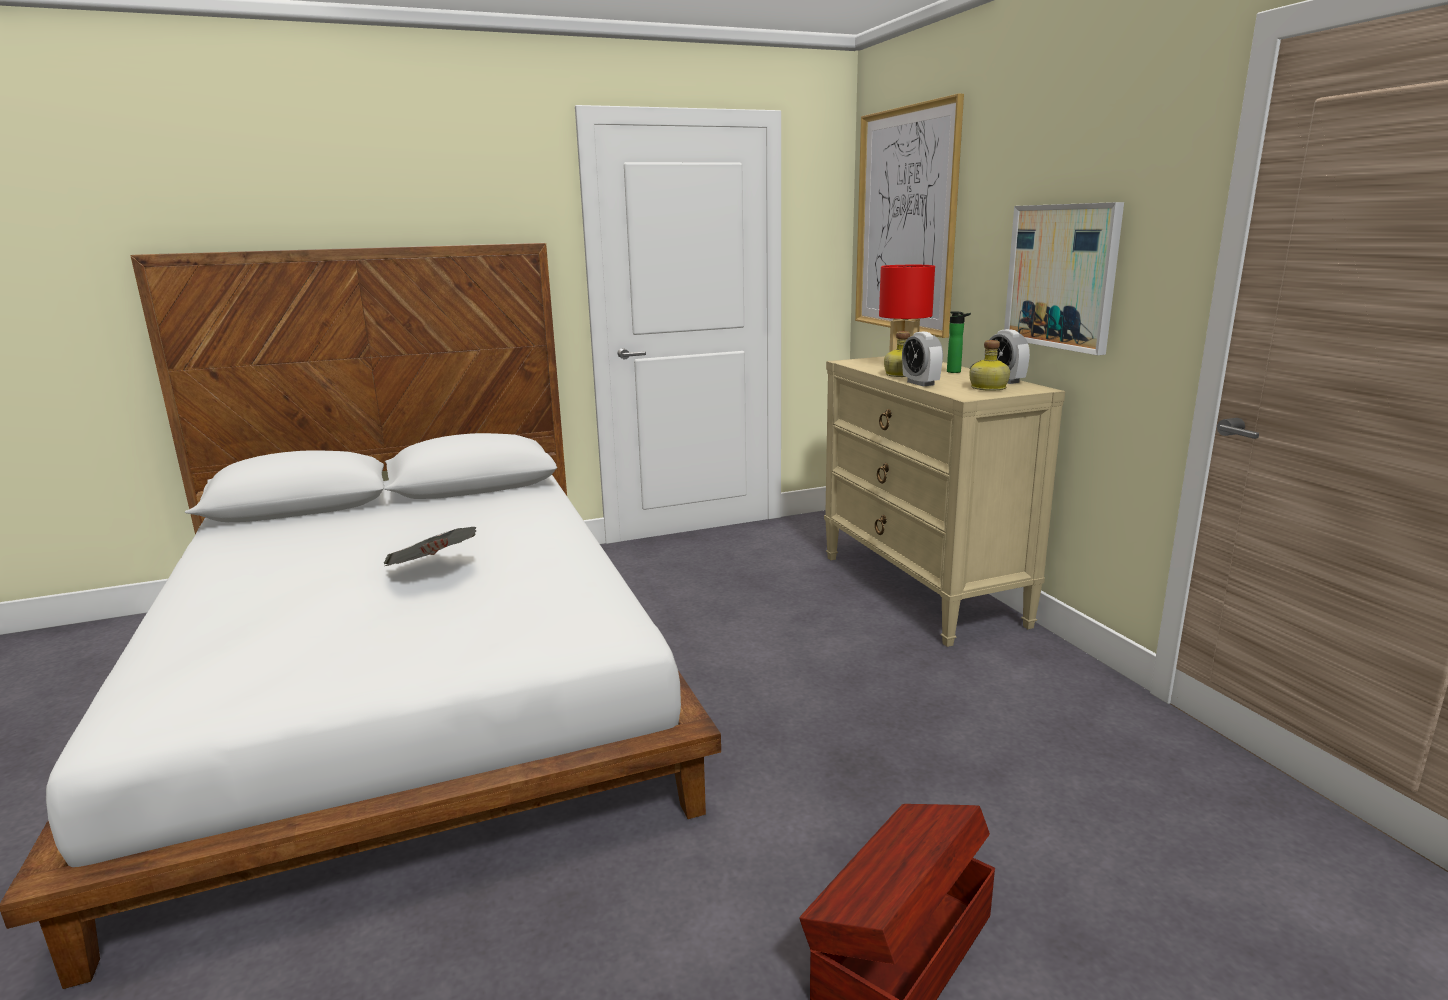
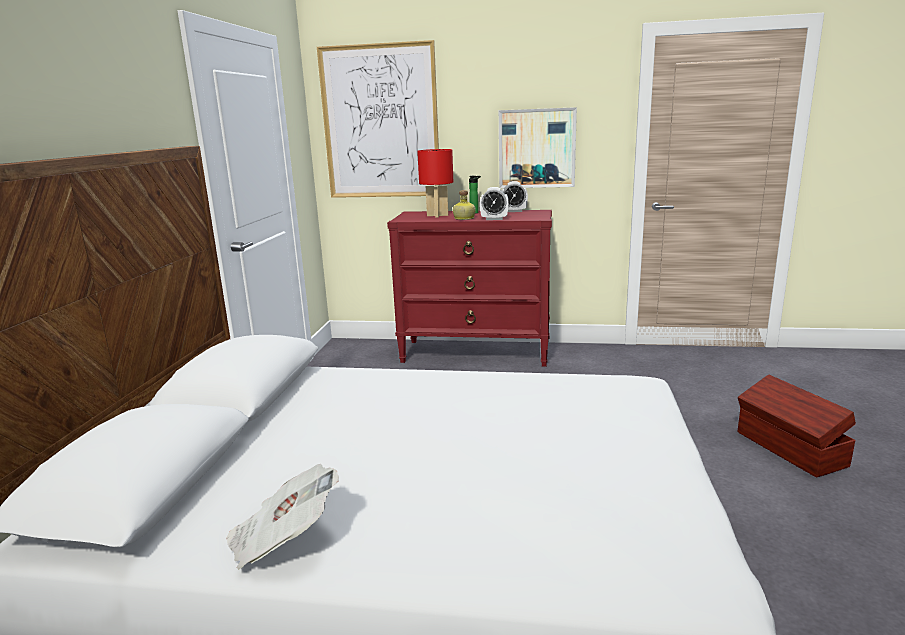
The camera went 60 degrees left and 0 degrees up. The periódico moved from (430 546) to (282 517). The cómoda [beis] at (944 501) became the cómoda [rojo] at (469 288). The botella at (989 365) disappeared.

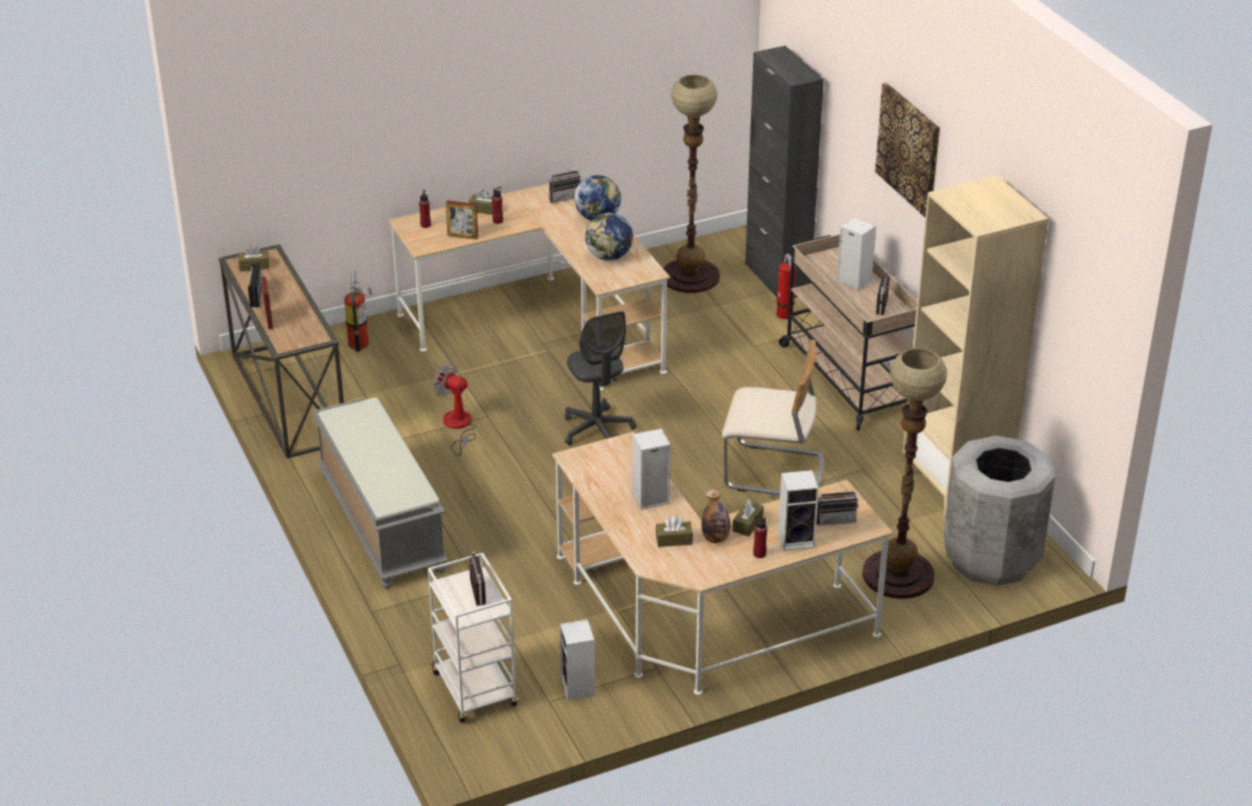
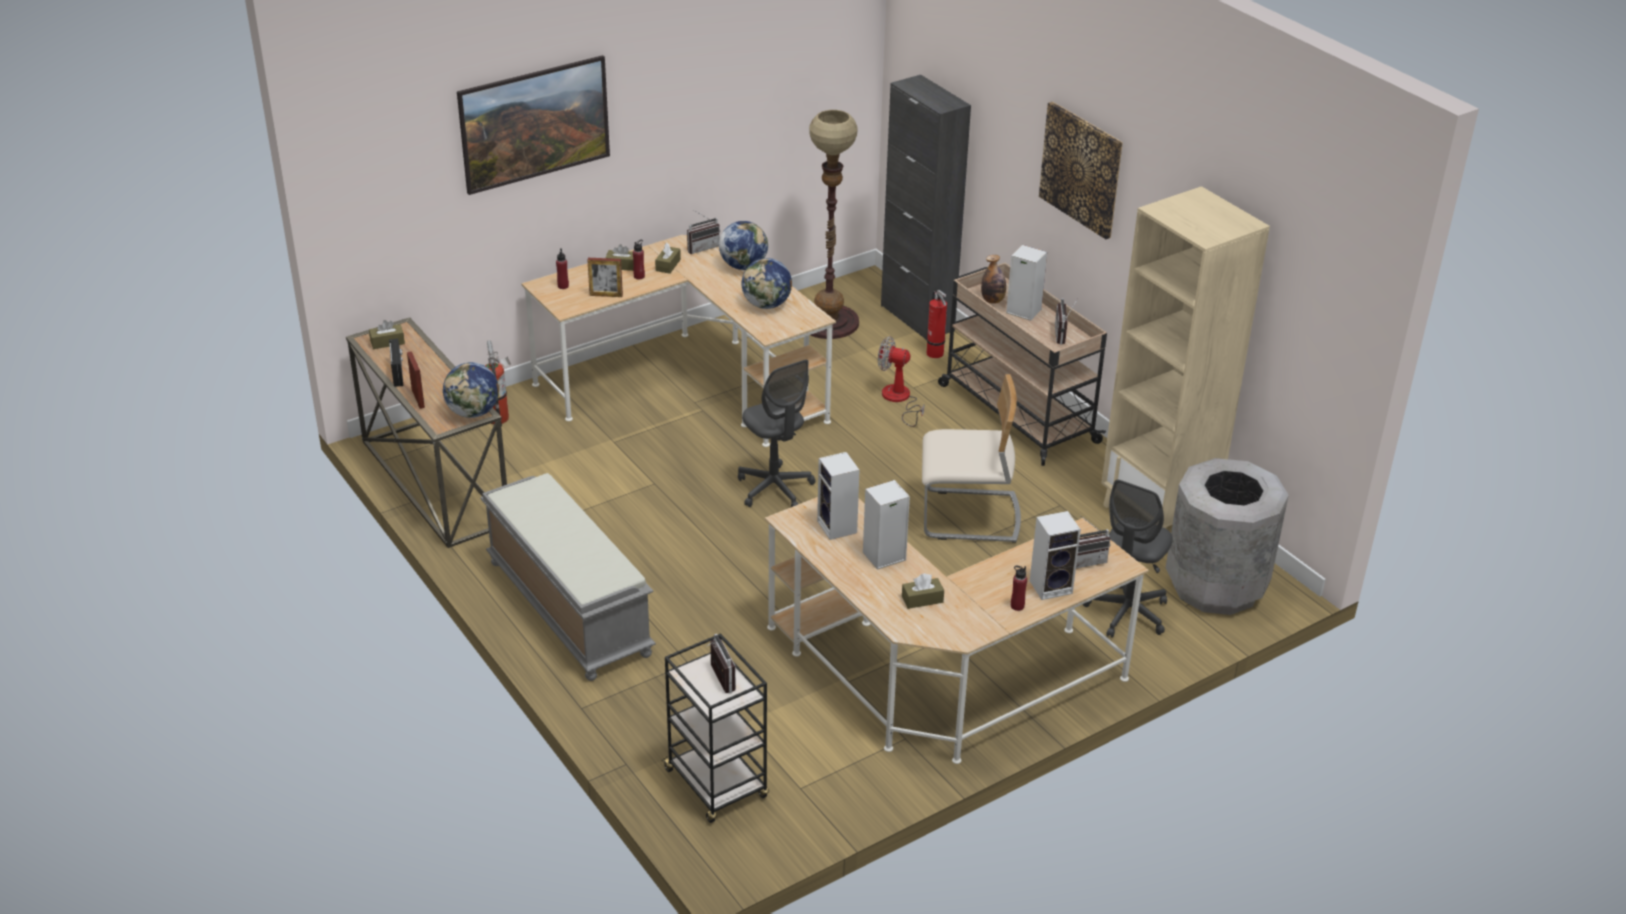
The camera went 10 degrees left and 0 degrees up. The globo terráqueo at (471 390) appeared. The cuadro at (533 125) appeared. The caja de pañuelos [marrón] moved from (748 518) to (668 258). The carrito [blanco] at (473 638) became the carrito [negro] at (715 728). The altavoz moved from (577 660) to (838 496). The ventilador moved from (455 409) to (901 381). The botella moved from (716 516) to (993 279). The lámpara de pie at (904 473) was replaced by the silla de oficina [gris] at (1128 558).

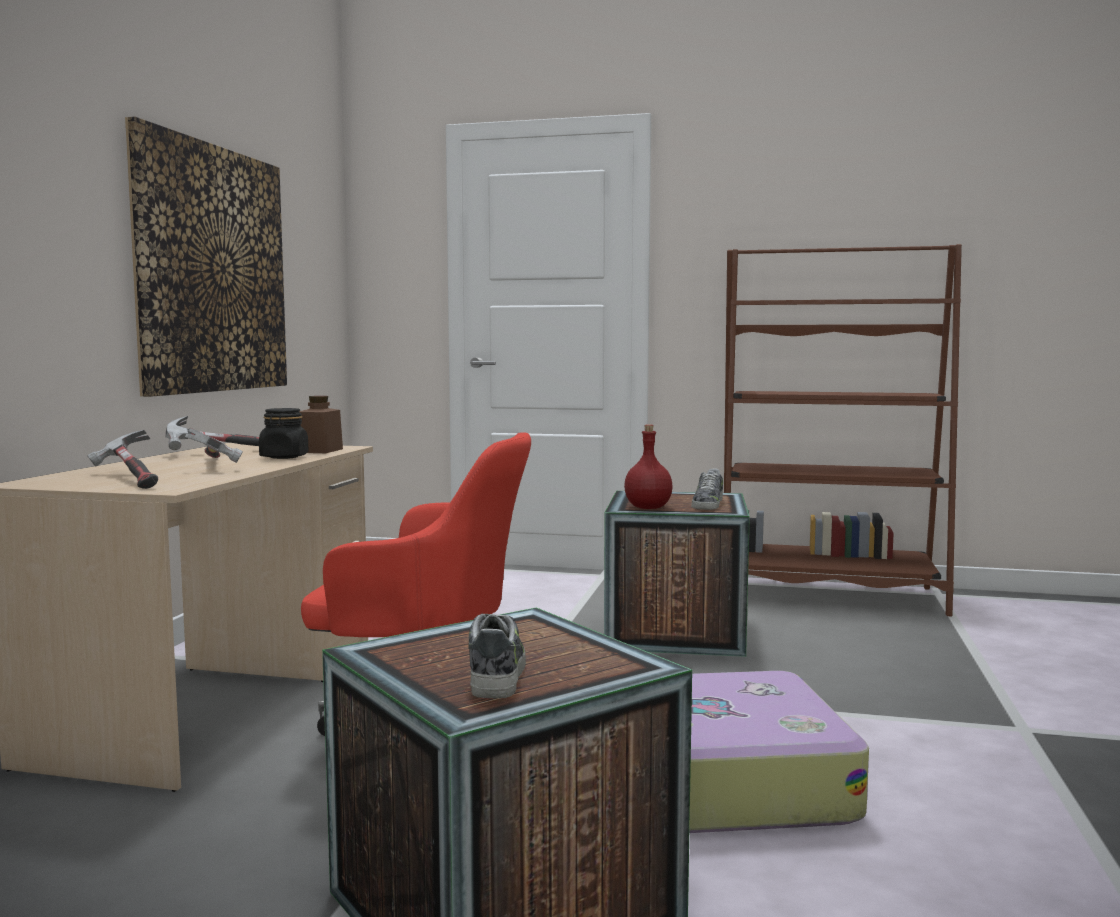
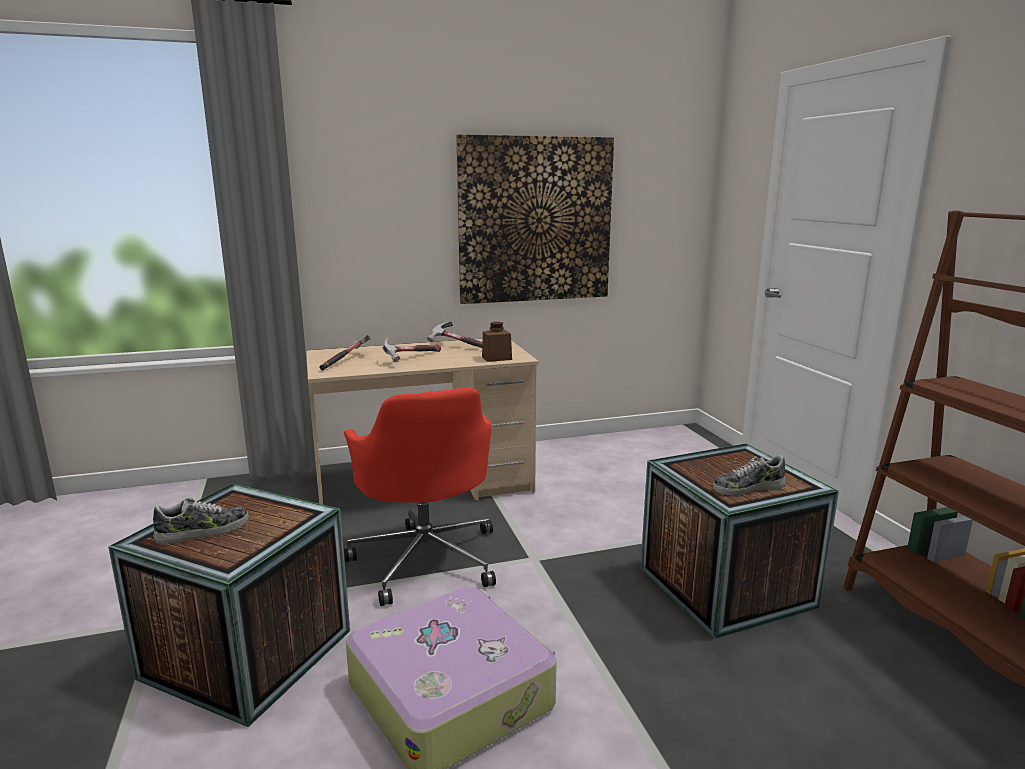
The camera went 60 degrees right and 10 degrees up. The tarro [negro] at (284 433) disappeared. The botella [rojo] at (648 467) disappeared.

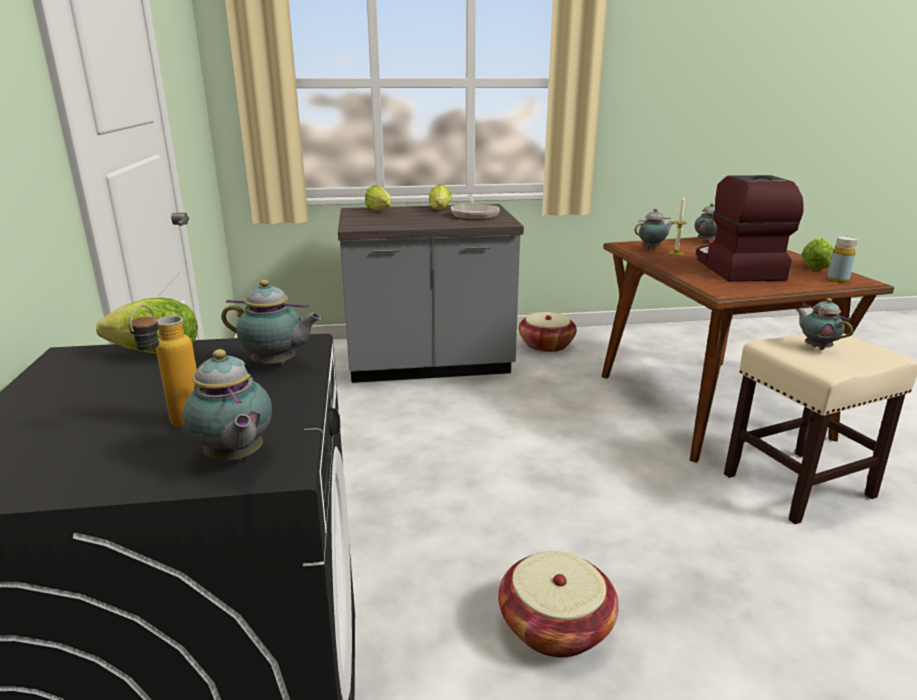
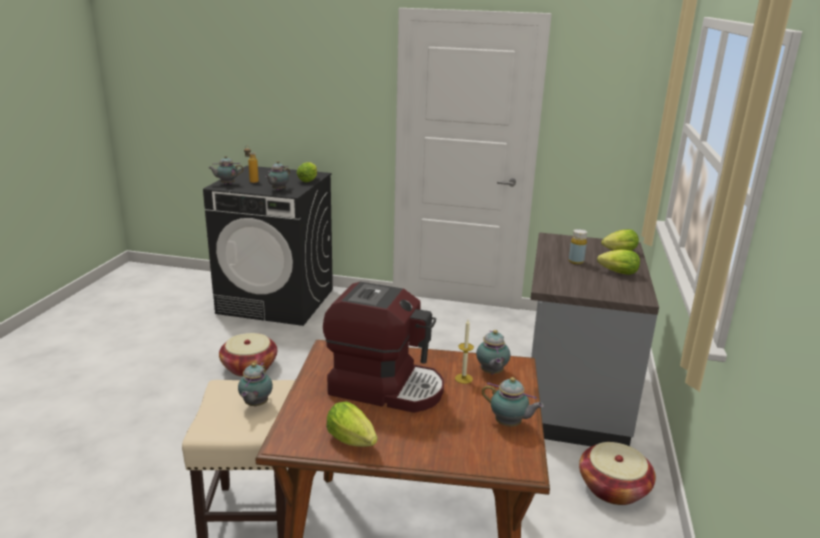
The camera went 110 degrees right and 0 degrees up. The tetera at (824 324) turned 105 degrees clockwise. The botella [amarillo] moved from (842 259) to (578 246). The sartén at (475 207) disappeared.

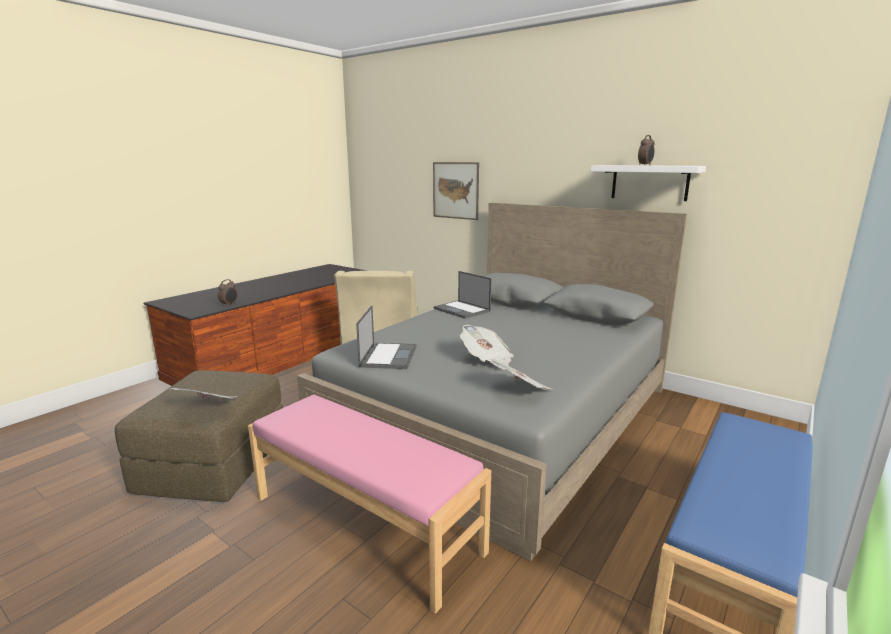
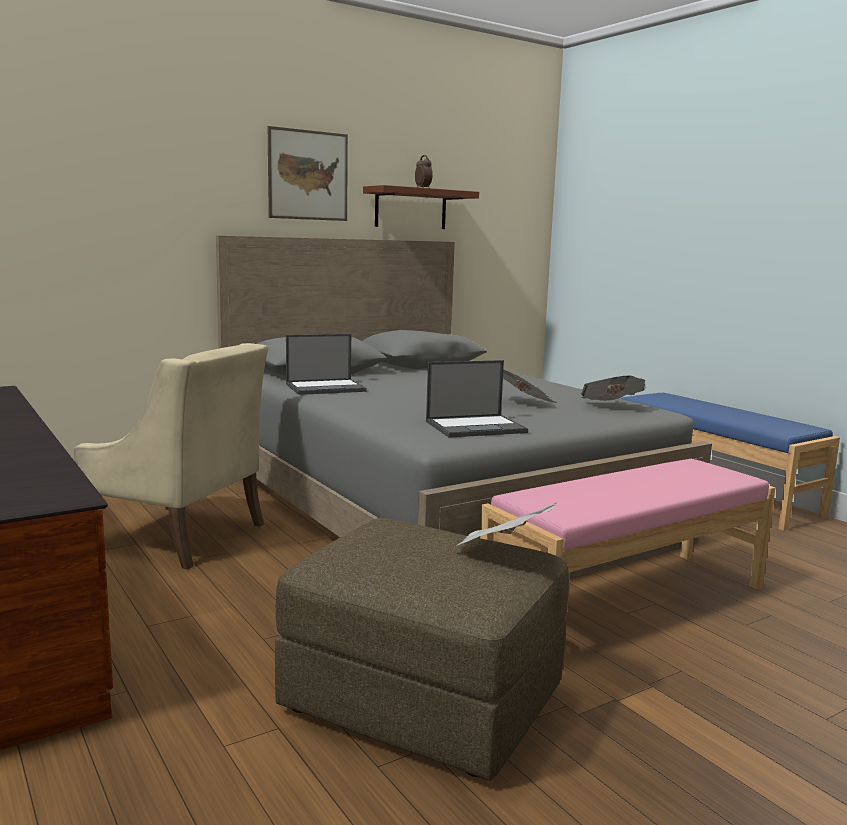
The camera went 70 degrees left and 5 degrees down. The cuadro moved from (456 191) to (308 173). The estante [blanco] at (648 183) became the estante [marrón] at (421 207). The portátil at (386 337) turned 135 degrees clockwise. The despertador at (228 293) disappeared.

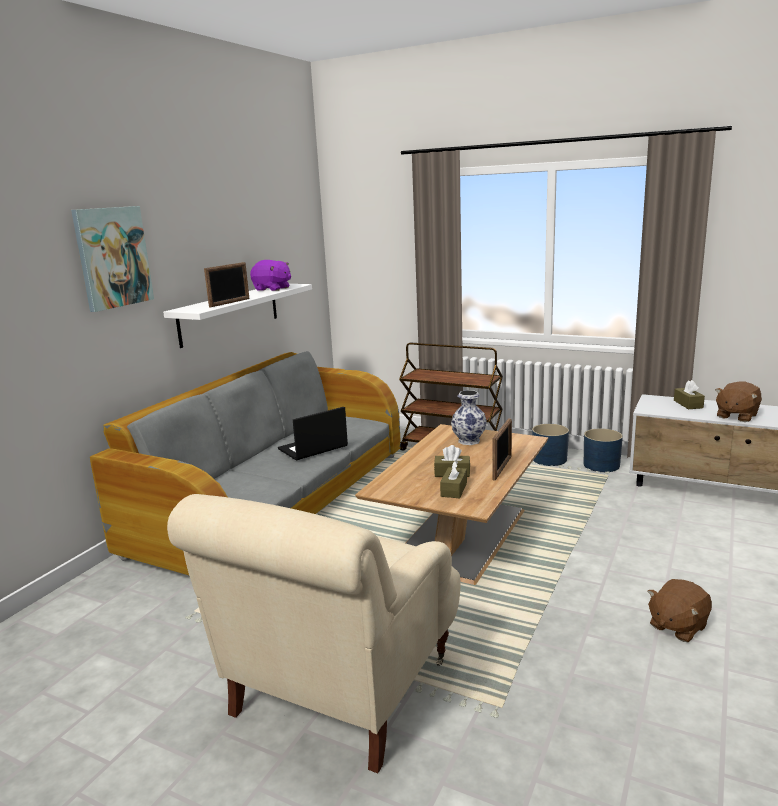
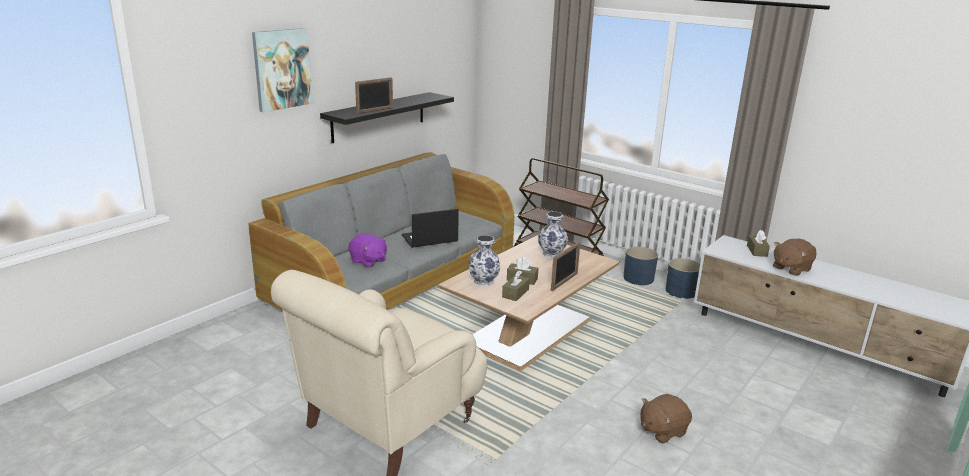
The camera went 10 degrees right and 5 degrees up. The estante [blanco] at (237 316) became the estante [negro] at (387 117). The peluche [morado] moved from (270 275) to (367 250). The florero at (484 260) appeared.

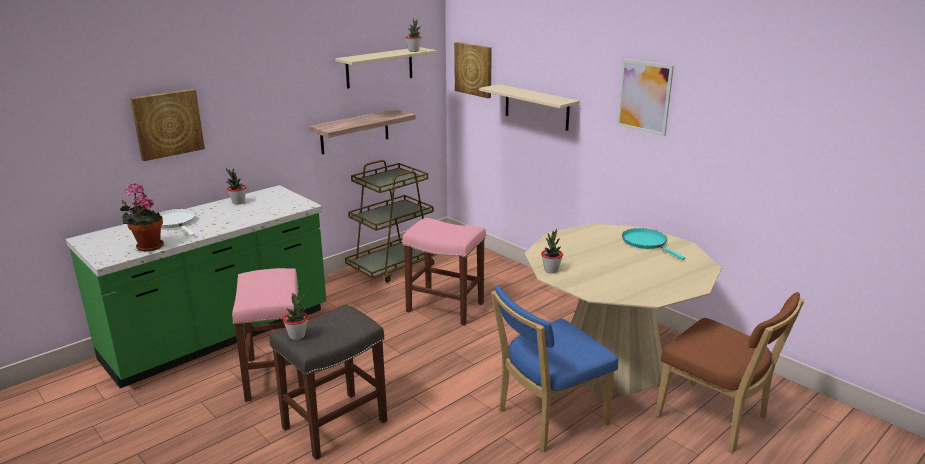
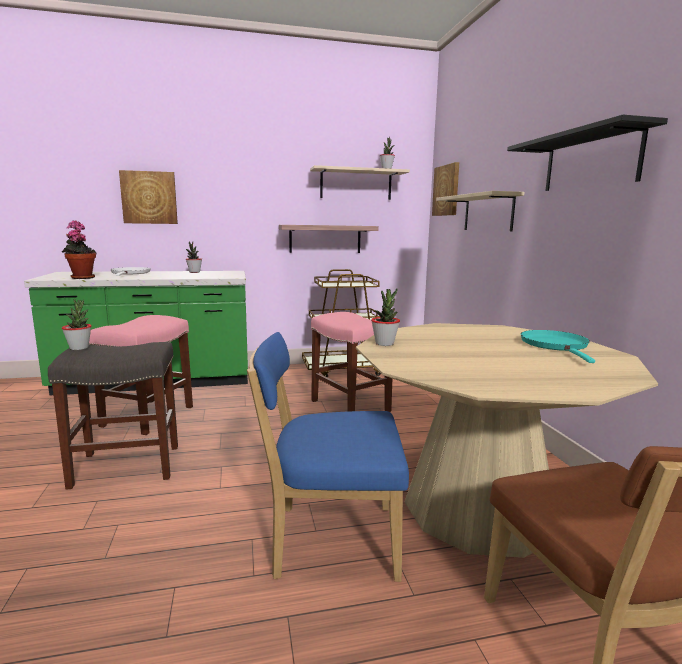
The camera went 30 degrees right and 10 degrees down. The cuadro at (645 97) was replaced by the estante [negro] at (587 153).

